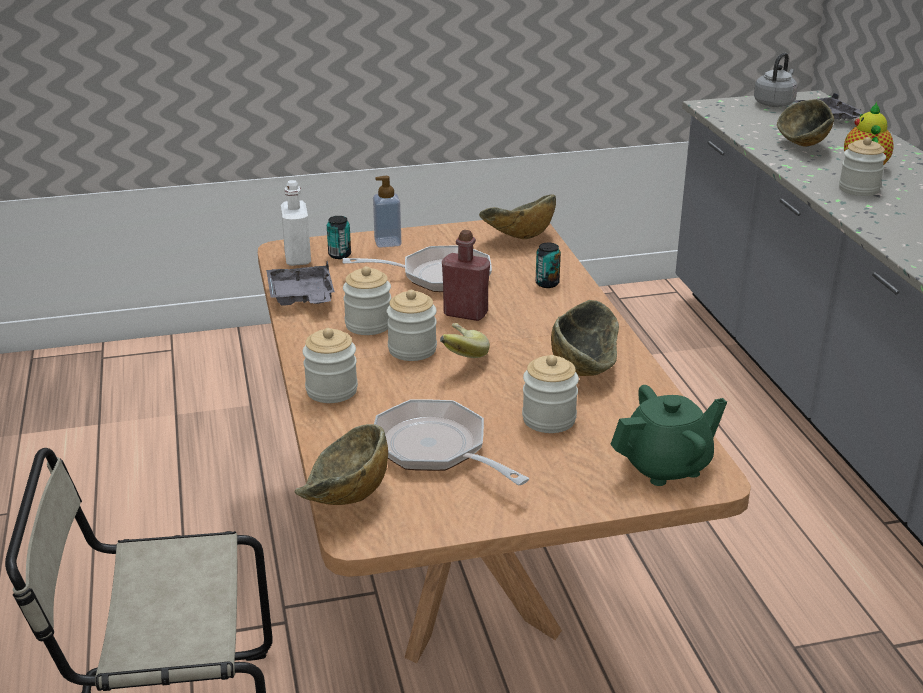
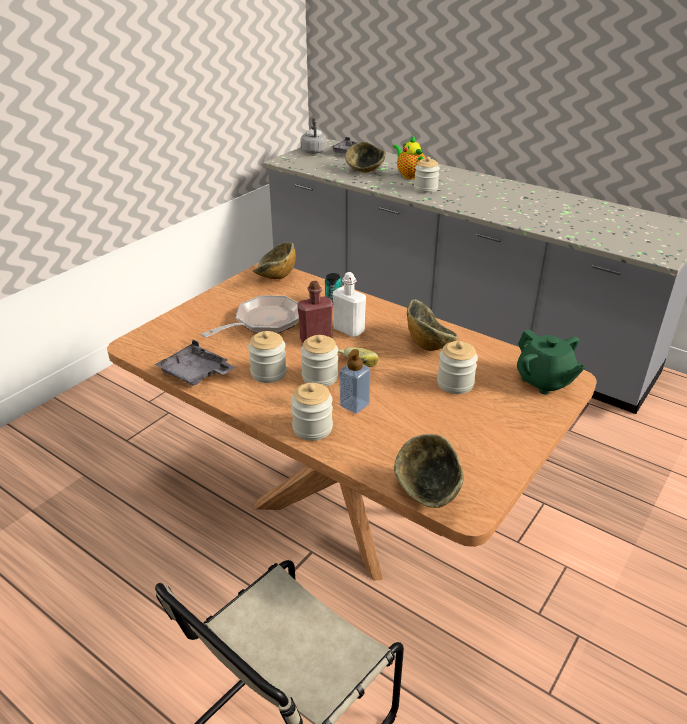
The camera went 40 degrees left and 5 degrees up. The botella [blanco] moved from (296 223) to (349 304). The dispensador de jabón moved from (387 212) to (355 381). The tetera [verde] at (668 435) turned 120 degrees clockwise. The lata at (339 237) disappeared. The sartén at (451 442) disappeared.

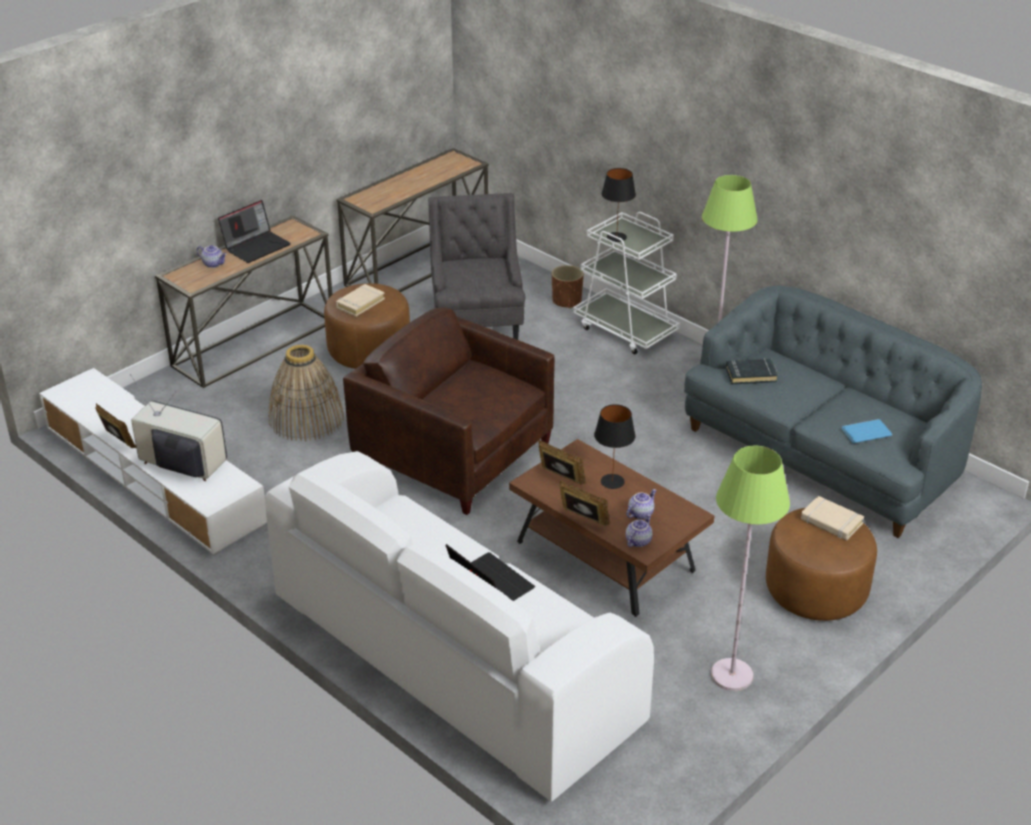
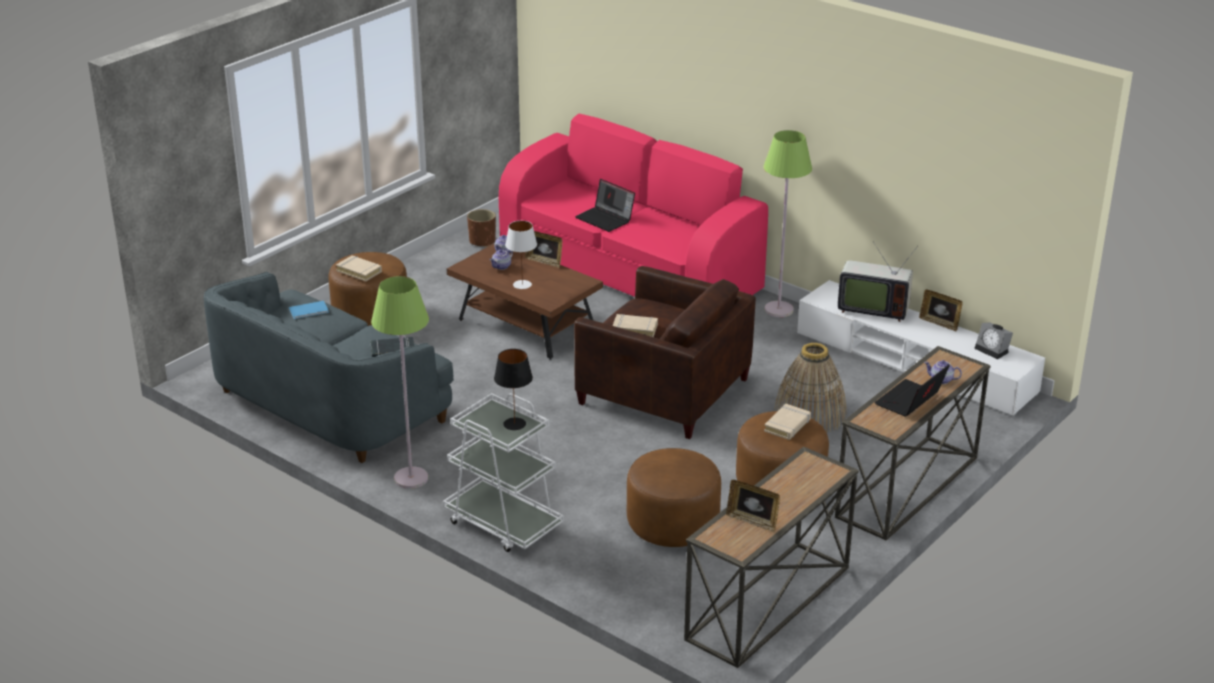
The camera went 175 degrees right and 5 degrees down. The maceta [marrón] moved from (568 287) to (481 228). The sofá [blanco] at (459 626) became the sofá [rosa] at (633 205). The lámpara de mesa [negro] at (615 446) became the lámpara de mesa [blanco] at (521 255). The libro [beis] at (635 325) appeared. The sillón [gris] at (477 266) was replaced by the puf [marrón] at (674 497). The portarretratos moved from (562 462) to (753 506). The lámpara de pie [verde] moved from (750 568) to (787 223). The despertador at (993 341) appeared.

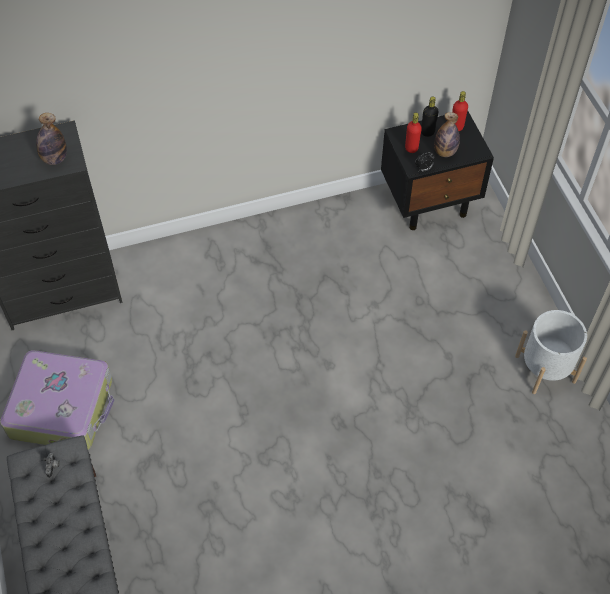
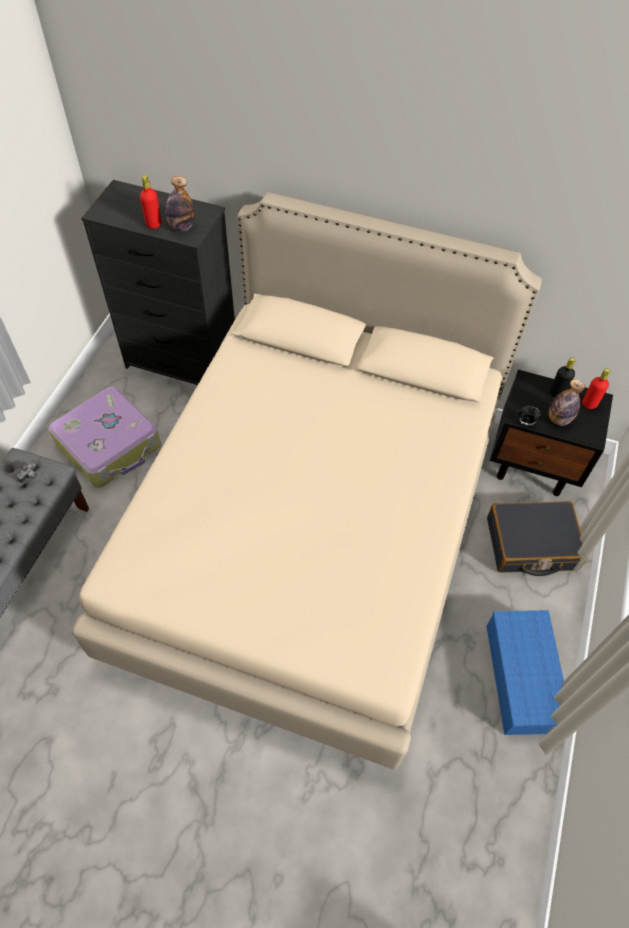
The camera went 35 degrees right and 0 degrees up. The cama [beis] at (307 480) appeared. The botella [rojo] moved from (413 133) to (150 202). The maceta [blanco] at (551 352) was replaced by the caja de almacenaje [azul] at (525 672). The maleta [negro] at (537 538) appeared.

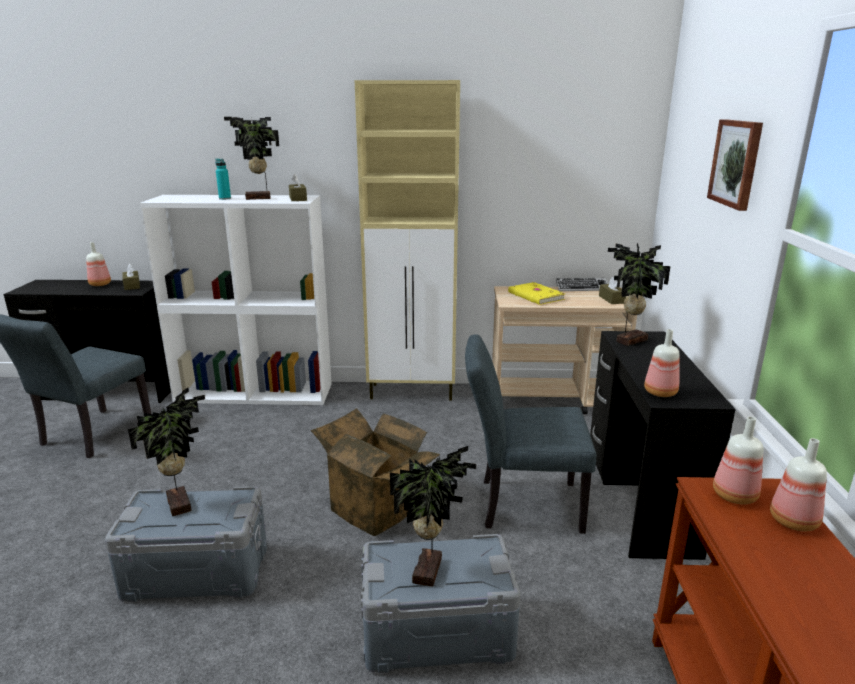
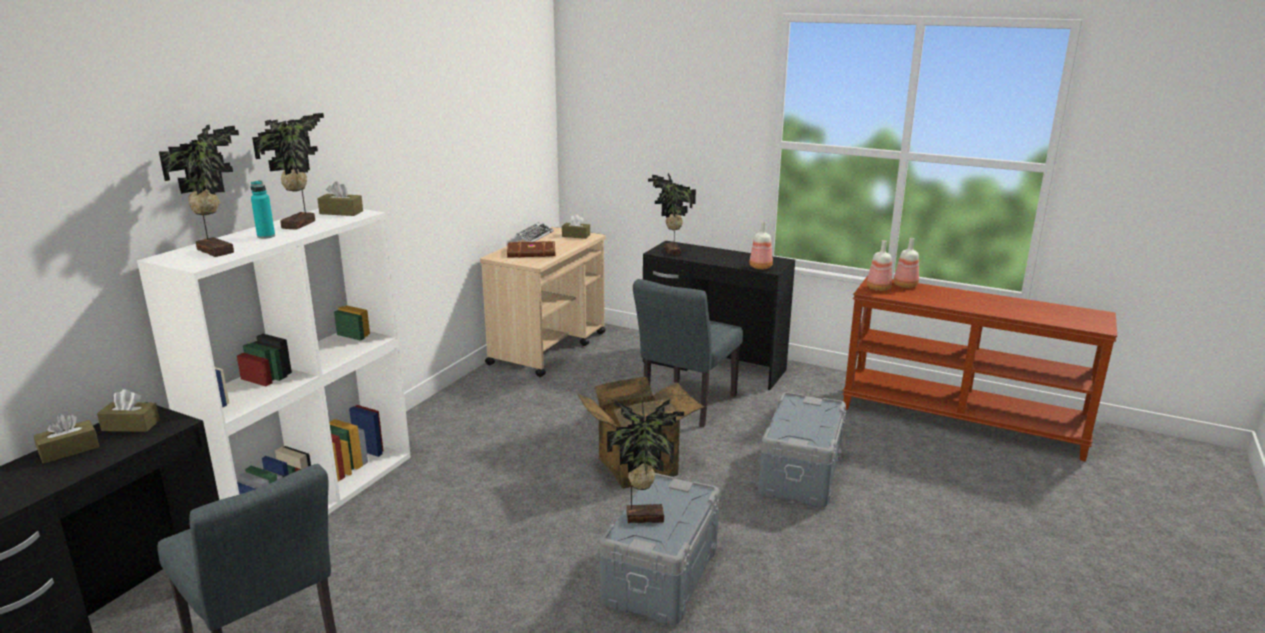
The camera went 65 degrees left and 0 degrees up. The botella at (98 264) was replaced by the caja de pañuelos [marrón] at (66 439). The planta en maceta moved from (433 516) to (199 190). The libro [amarillo] at (536 293) became the libro [marrón] at (531 249). The armario [beis] at (407 240) disappeared. The cuadro at (735 165) disappeared.

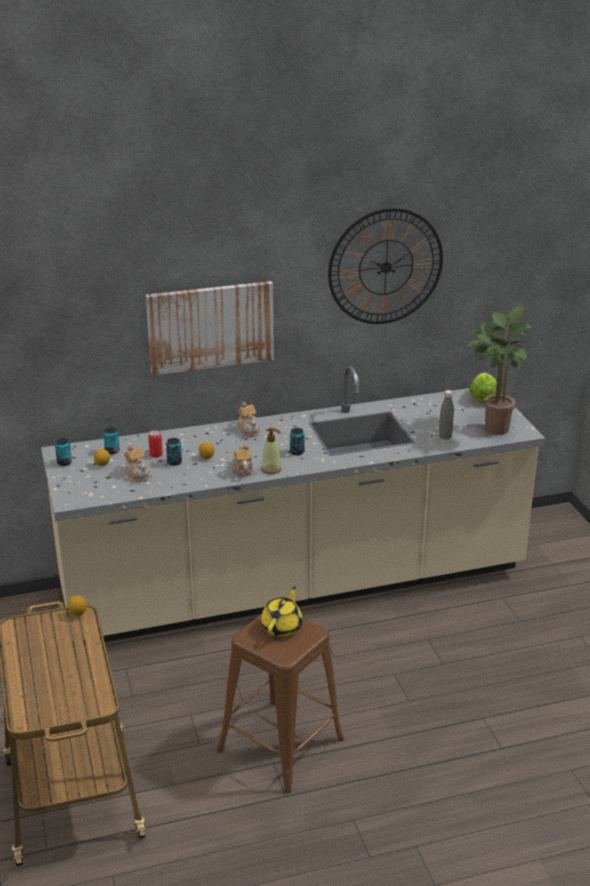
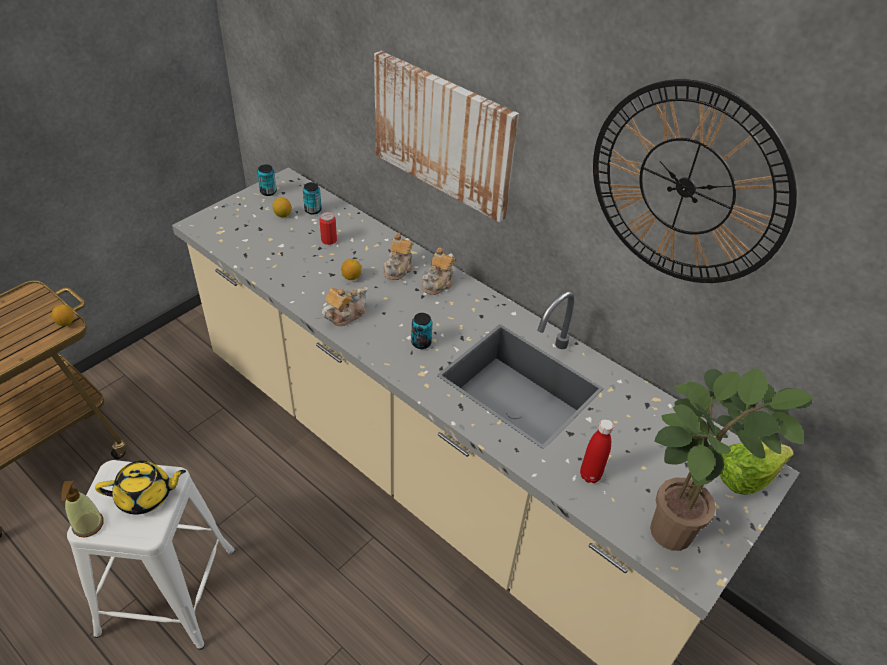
The camera went 55 degrees right and 15 degrees up. The dispensador de jabón moved from (271 450) to (82 509). The taburete [marrón] at (280 704) became the taburete [blanco] at (151 555). The tetera moved from (137 463) to (398 256). The botella [gris] at (446 414) became the botella [rojo] at (597 451). The lata at (174 452) disappeared.

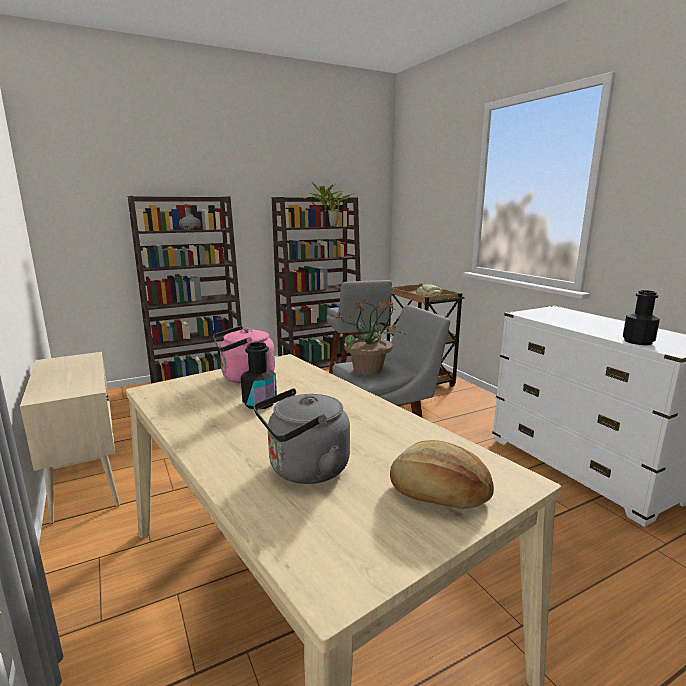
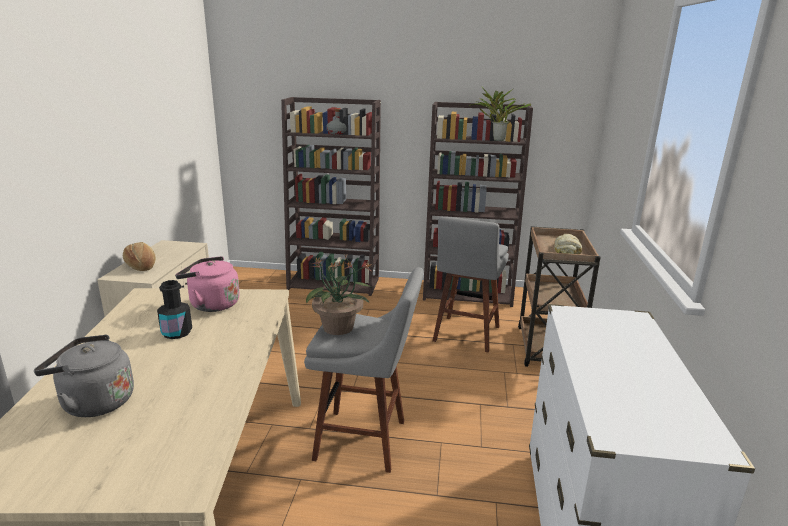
The camera went 35 degrees right and 5 degrees up. The pan moved from (442 474) to (139 256). The botella [negro] at (641 317) disappeared.

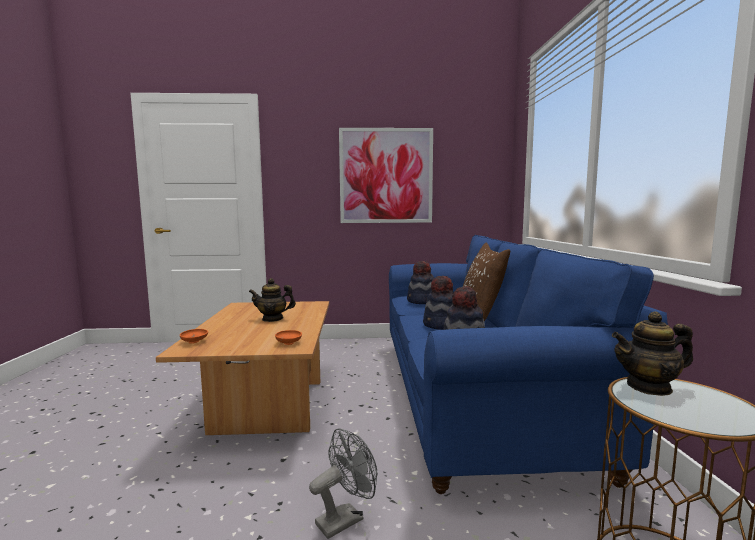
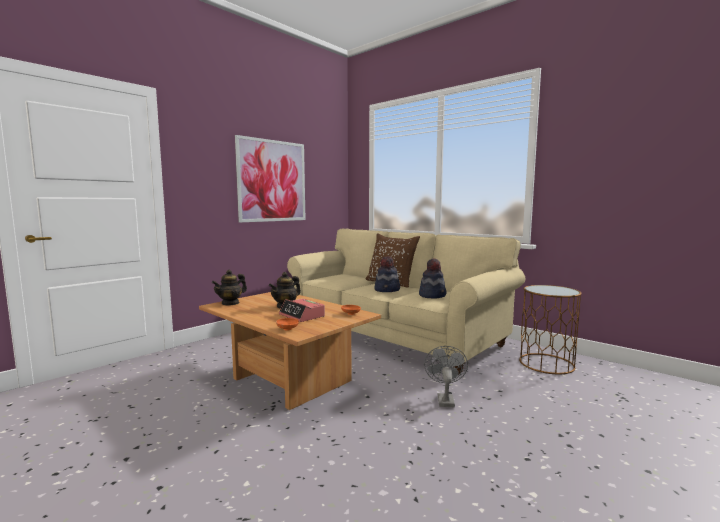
The camera went 45 degrees left and 0 degrees up. The tetera moved from (652 353) to (229 288). The despertador at (302 310) appeared. The sofá [azul] at (528 364) became the sofá [beis] at (406 301). The sombrero at (420 282) disappeared.

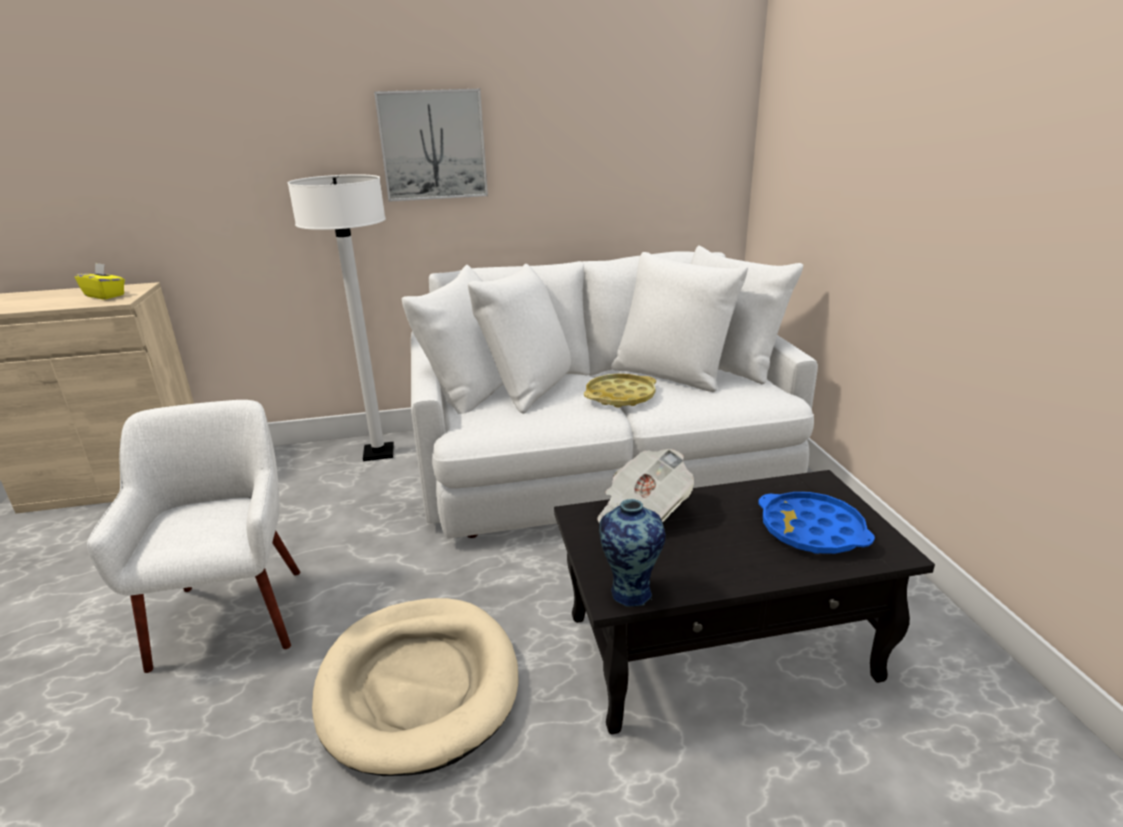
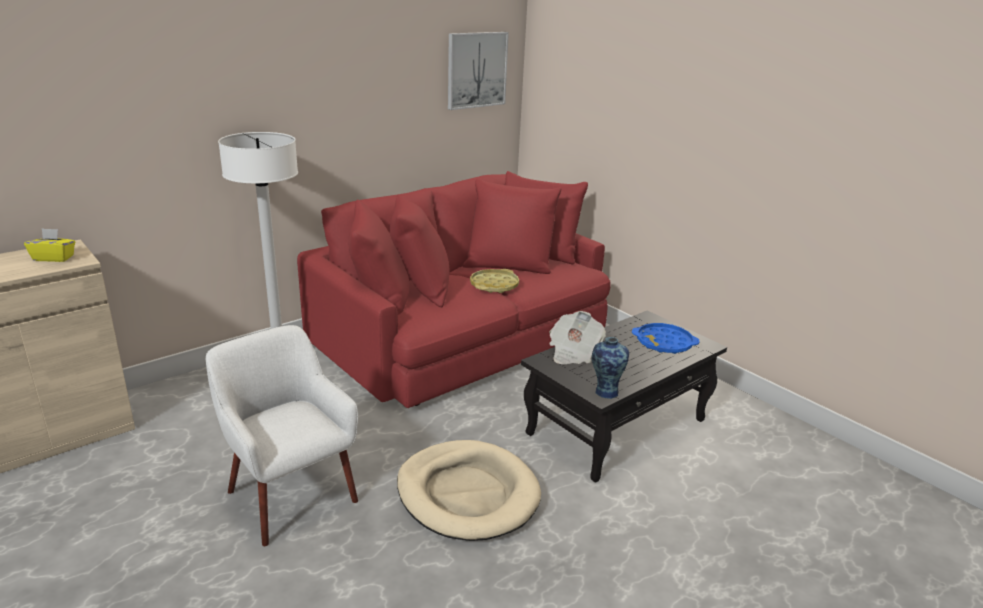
The camera went 30 degrees left and 0 degrees up. The sofá [blanco] at (609 392) became the sofá [rojo] at (454 289). The cuadro moved from (431 145) to (478 71).

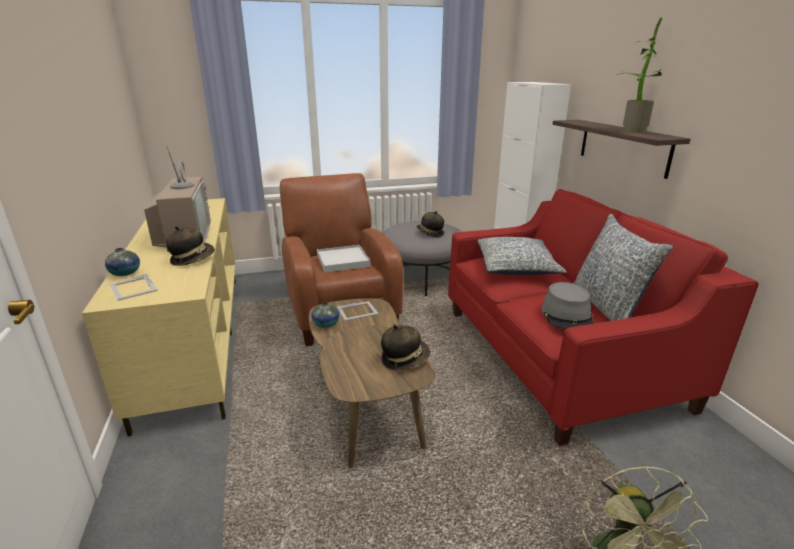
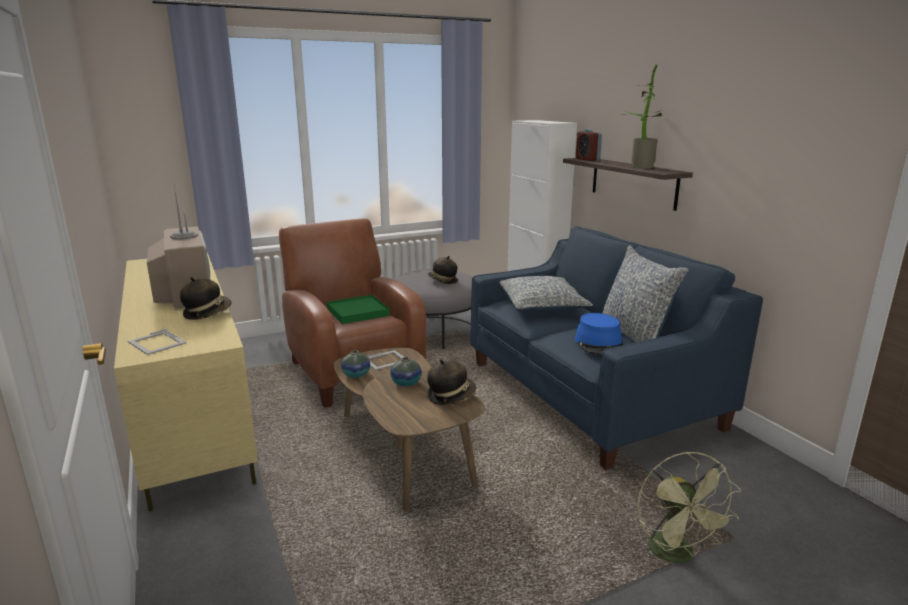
The camera went 10 degrees left and 5 degrees down. The bandeja [blanco] at (343 259) became the bandeja [verde] at (358 309). The florero moved from (122 262) to (406 371). The sofá [rojo] at (603 317) became the sofá [azul] at (616 348). The sombrero [gris] at (568 305) became the sombrero [azul] at (599 334). The despertador at (589 145) appeared.

